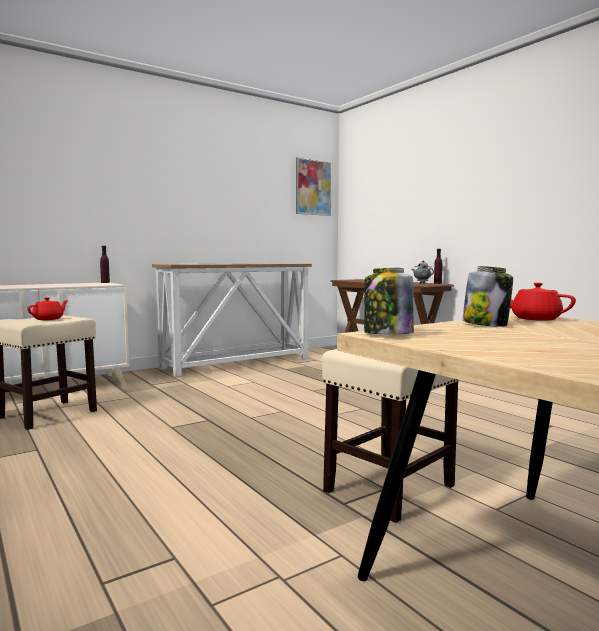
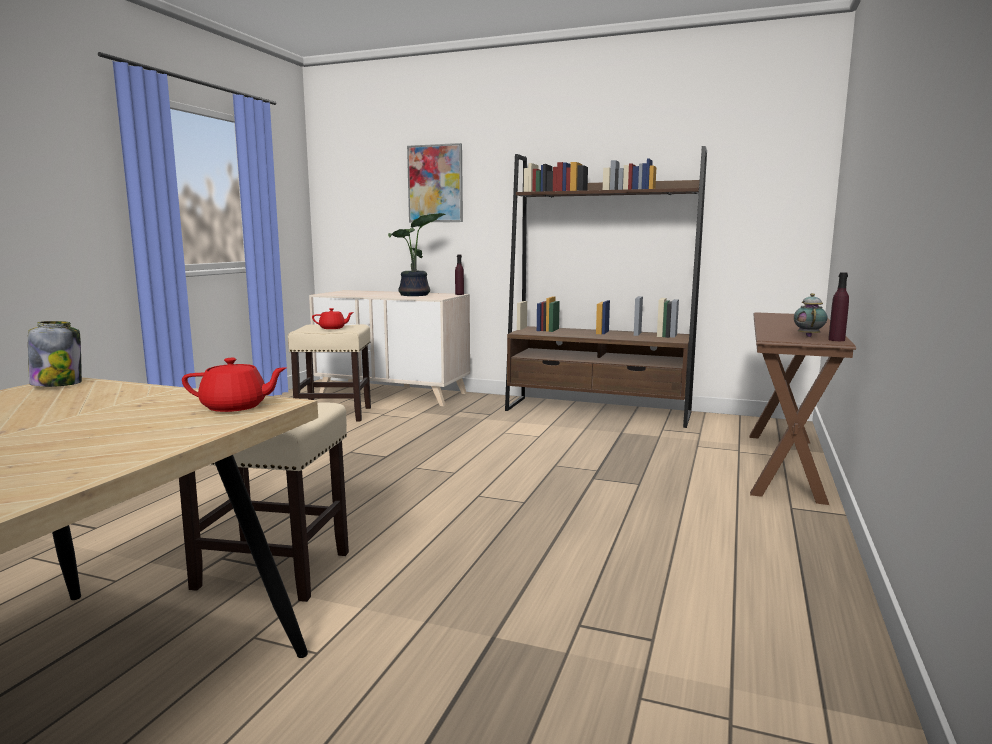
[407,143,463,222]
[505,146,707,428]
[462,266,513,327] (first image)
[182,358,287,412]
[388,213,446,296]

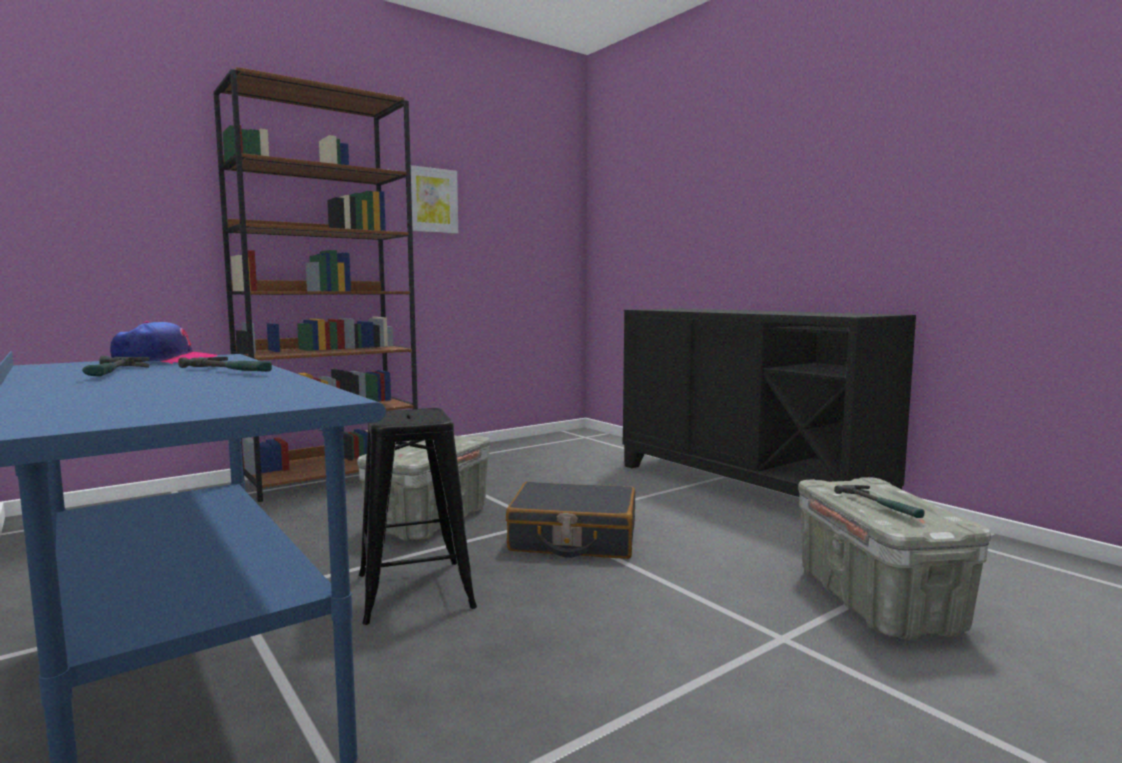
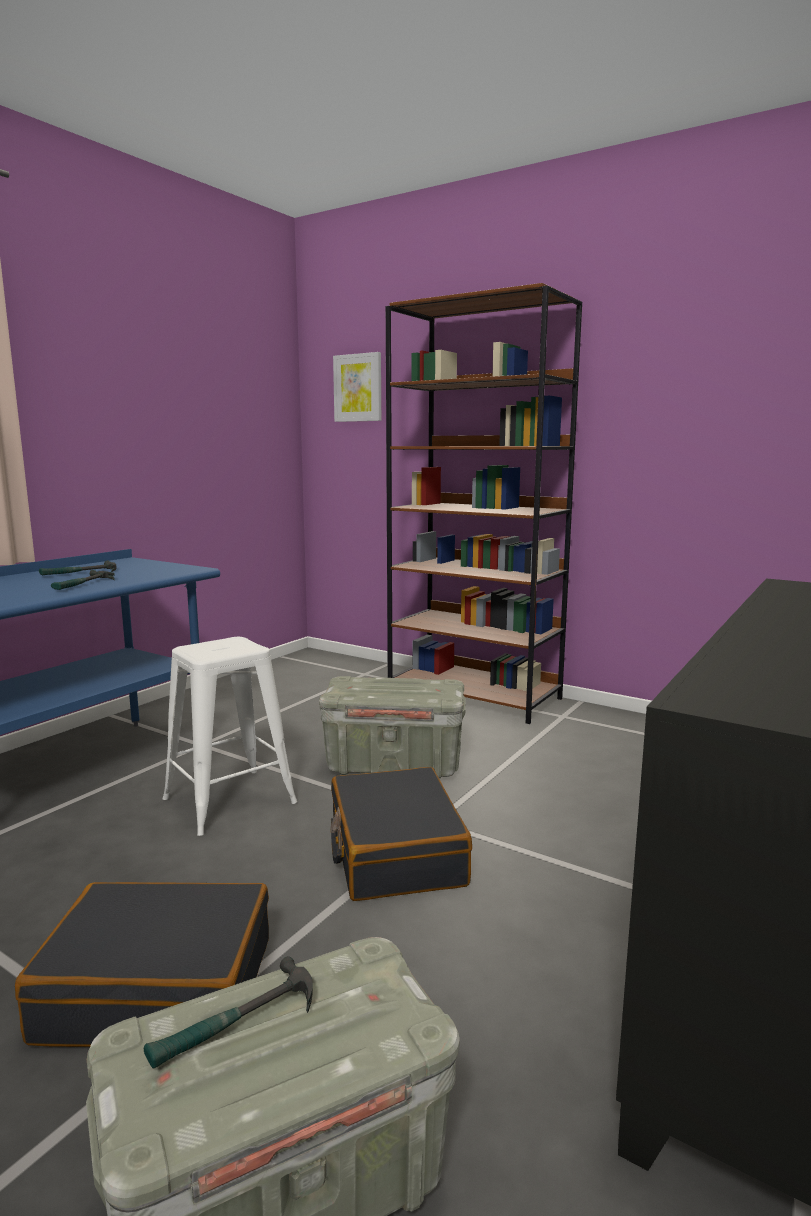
[333,352,381,422]
[110,321,217,364] (first image)
[163,637,297,836]
[15,882,269,1047]

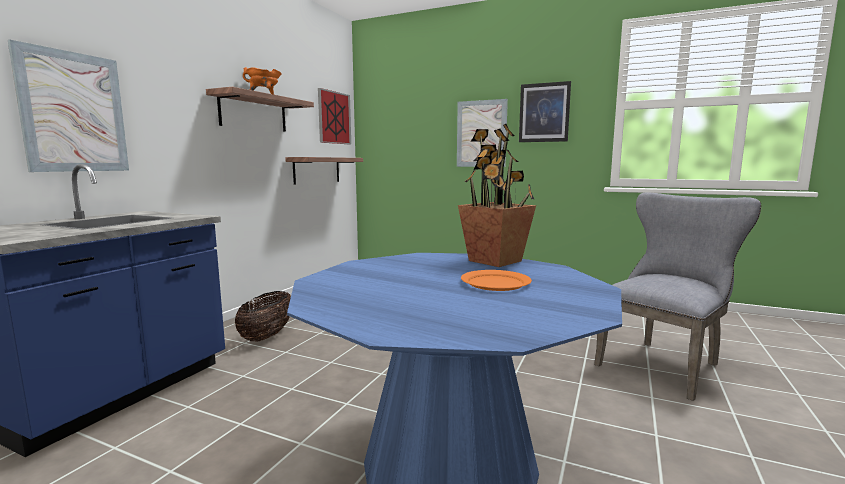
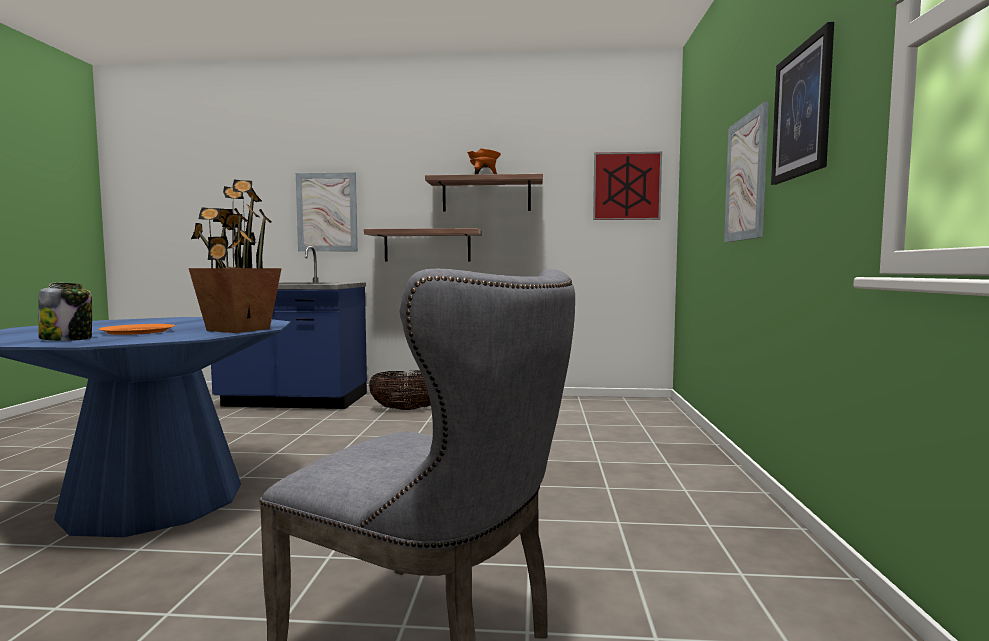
[364,228,482,262]
[38,283,92,341]

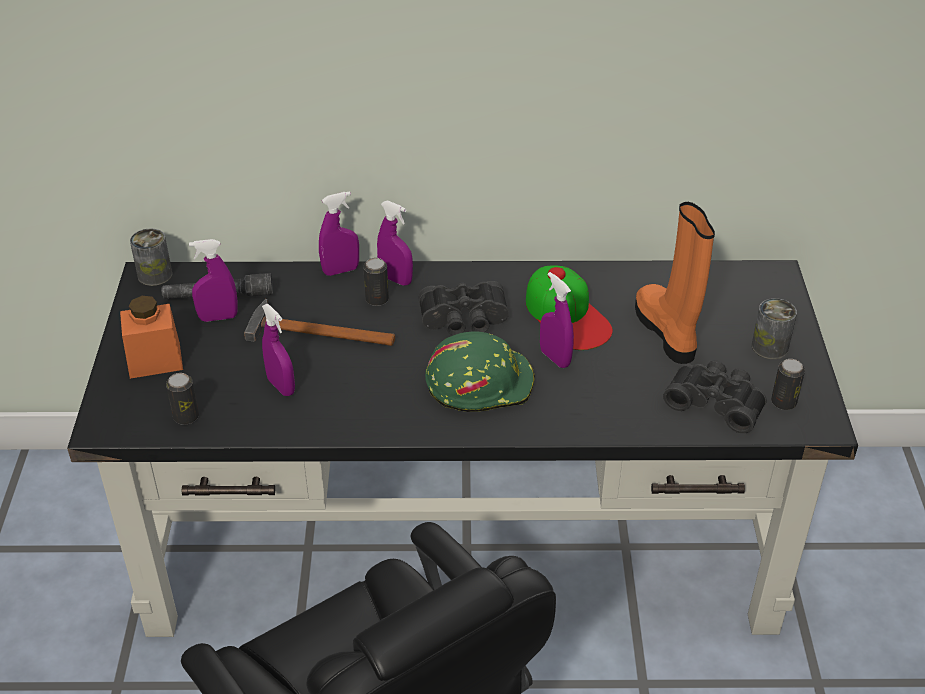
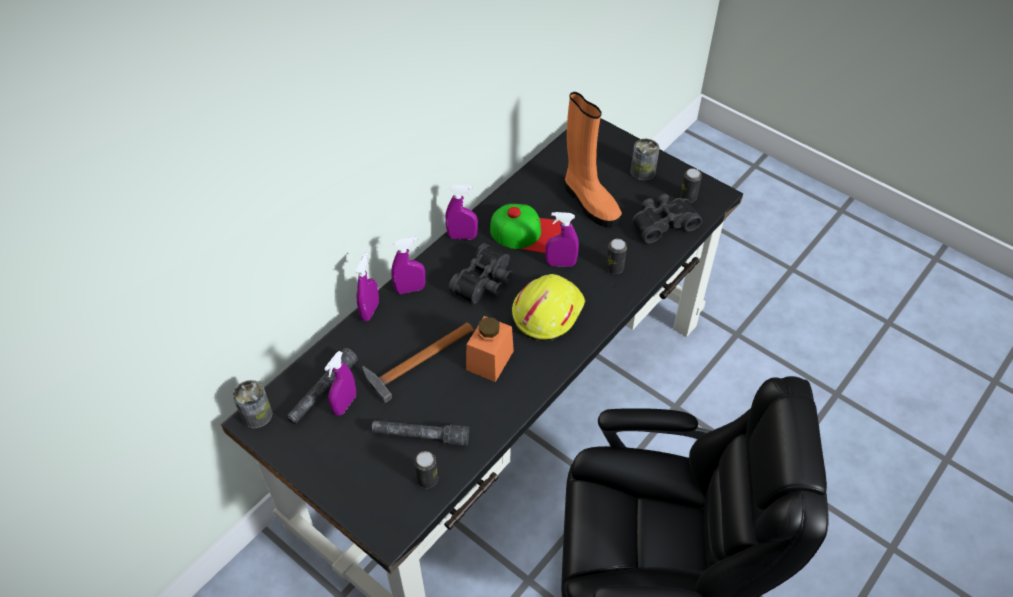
[565,92,622,228]
[606,239,627,274]
[466,316,514,382]
[445,185,478,239]
[512,274,585,341]
[371,420,469,446]

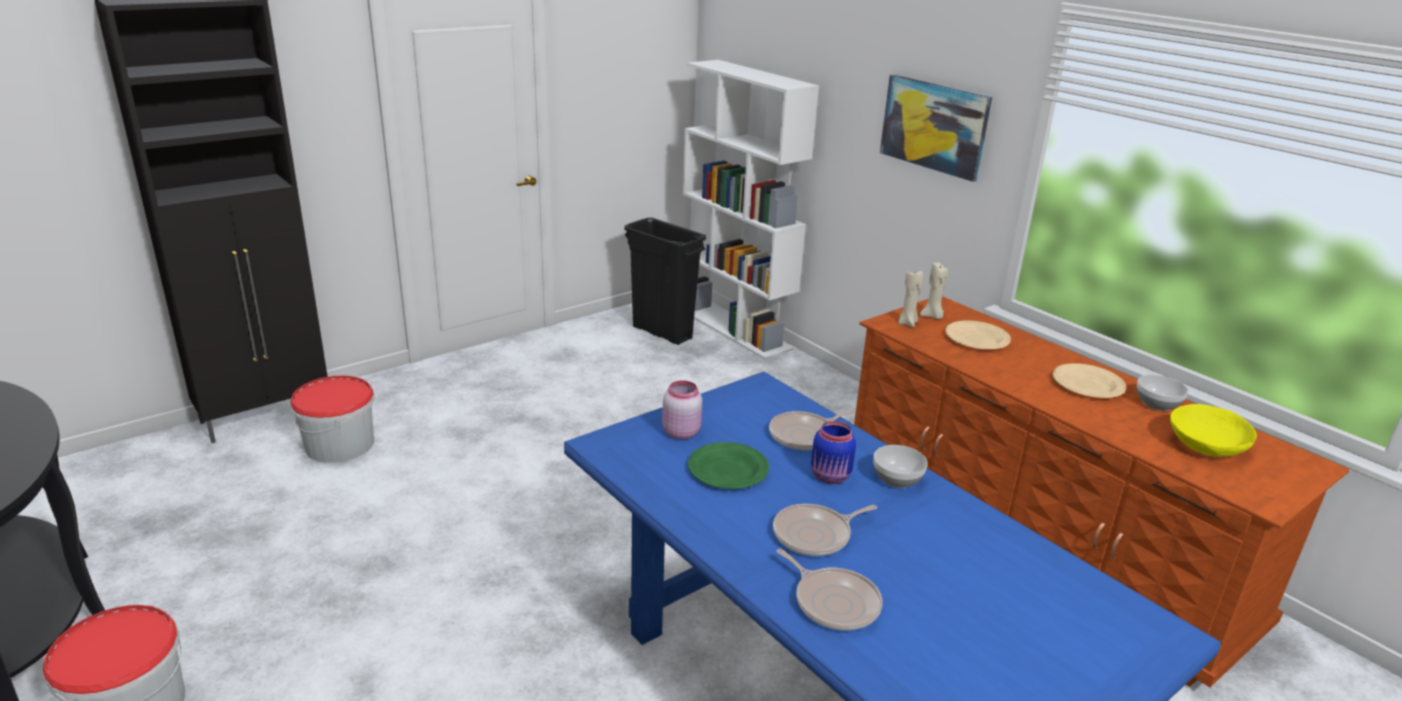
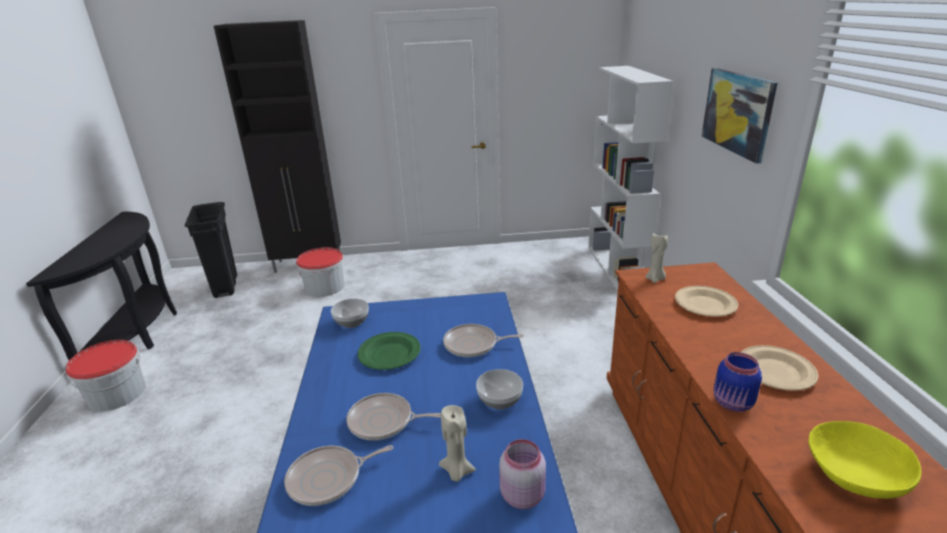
[185,202,237,298]
[439,405,476,482]
[331,298,369,328]
[499,439,546,509]
[714,352,762,412]
[284,445,393,506]

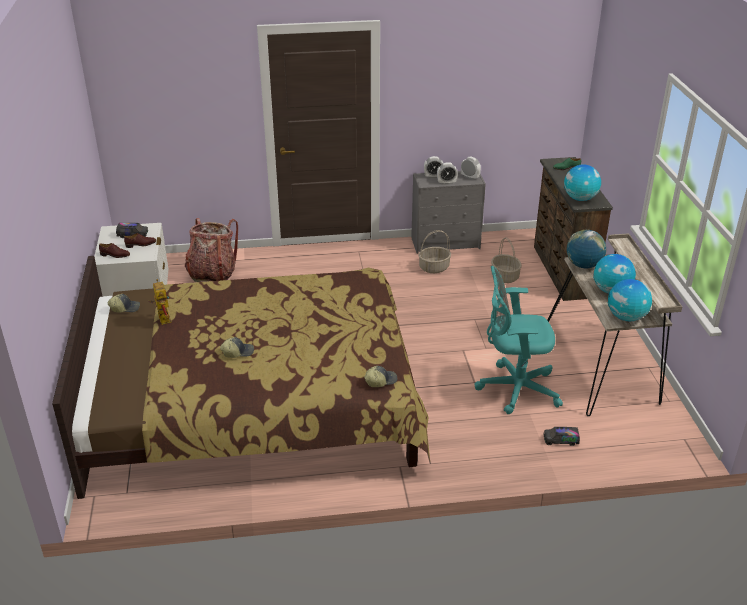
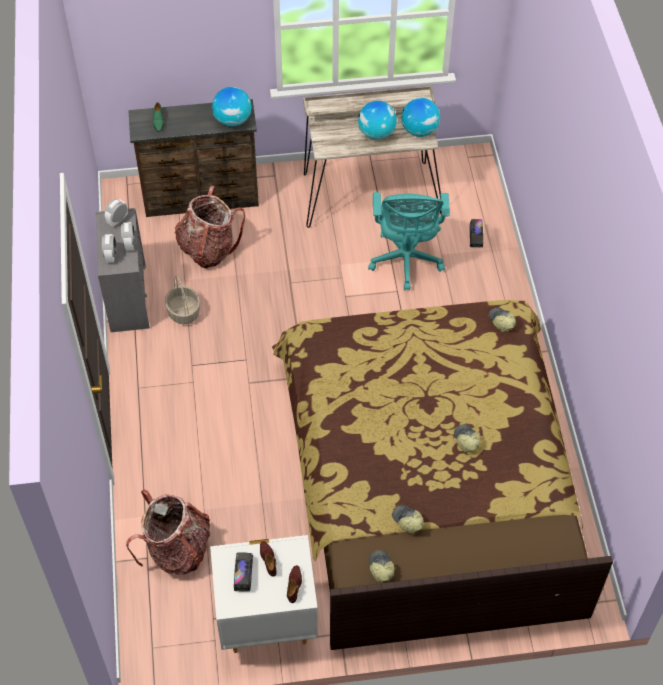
[567,230,606,268] (first image)
[175,186,245,269]
[392,505,423,534]

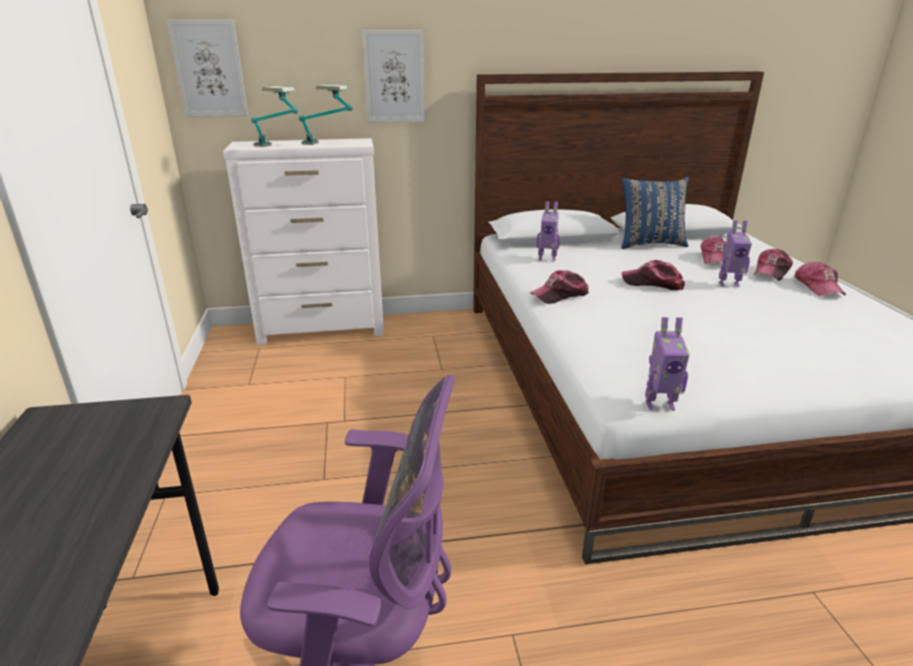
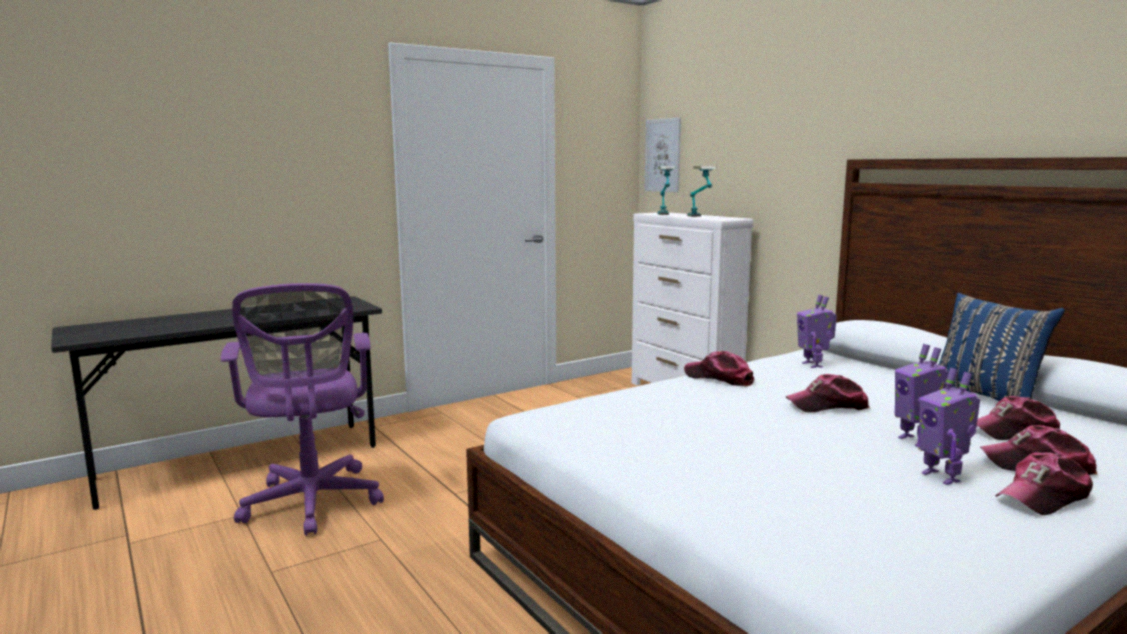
[362,30,425,123] (first image)
[786,374,870,412]
[917,368,980,485]

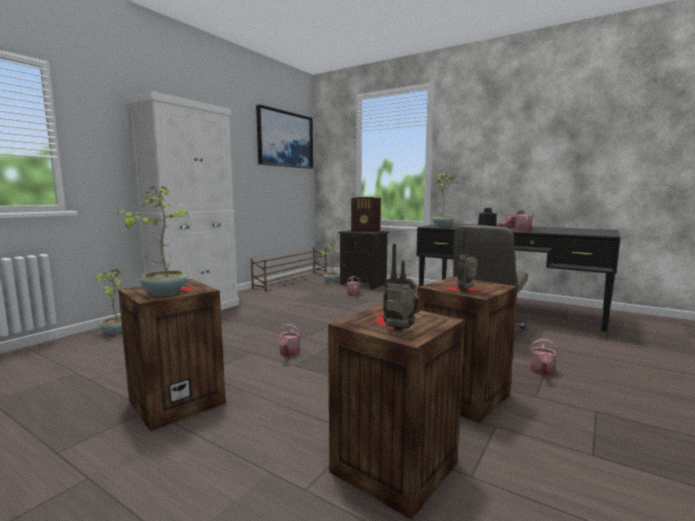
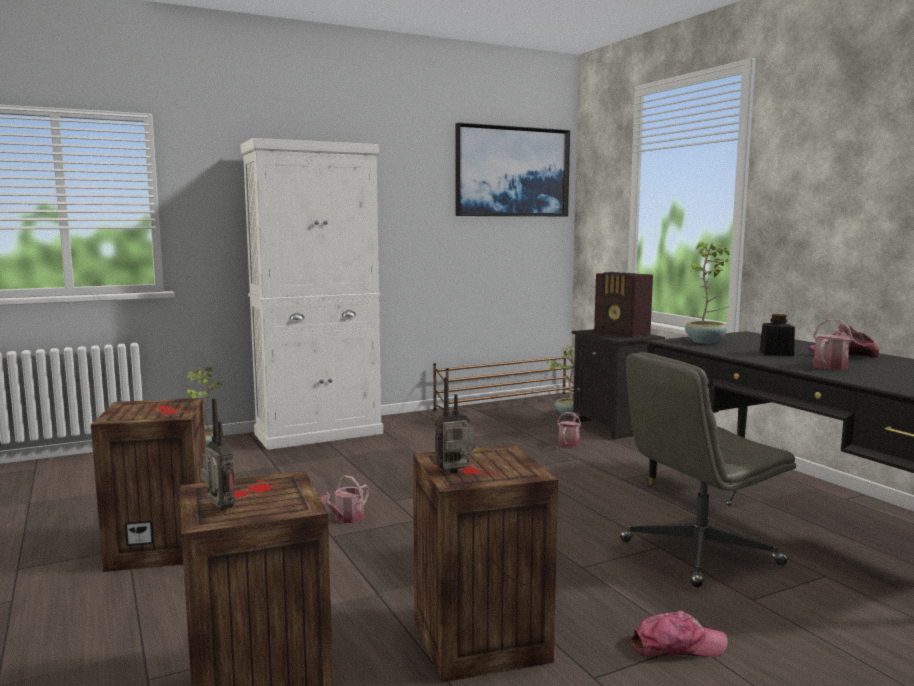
[117,186,188,296] (first image)
[631,611,728,657]

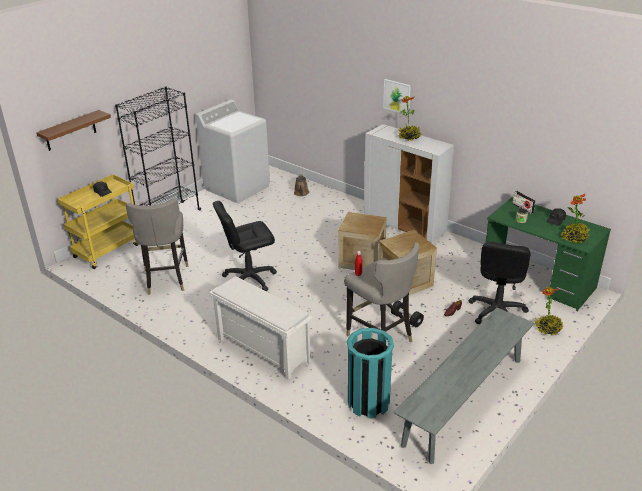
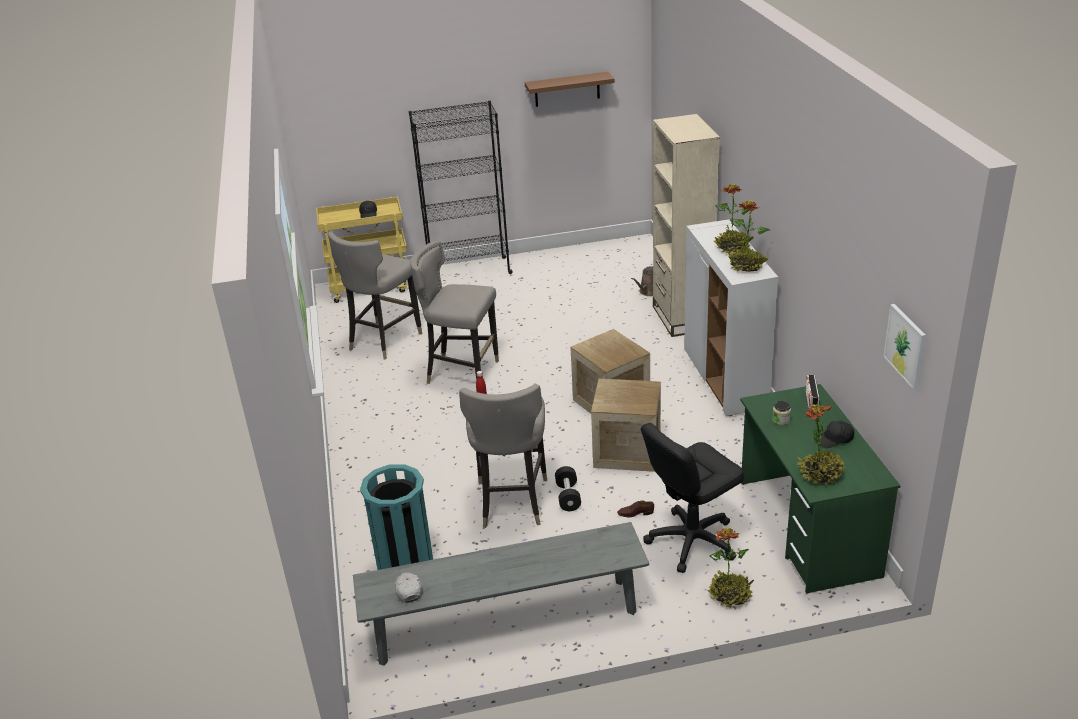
[883,304,926,390]
[196,100,270,203] (first image)
[525,72,615,107]
[410,241,499,384]
[209,276,313,380] (first image)
[653,114,720,337]
[728,200,770,272]
[395,573,423,603]

